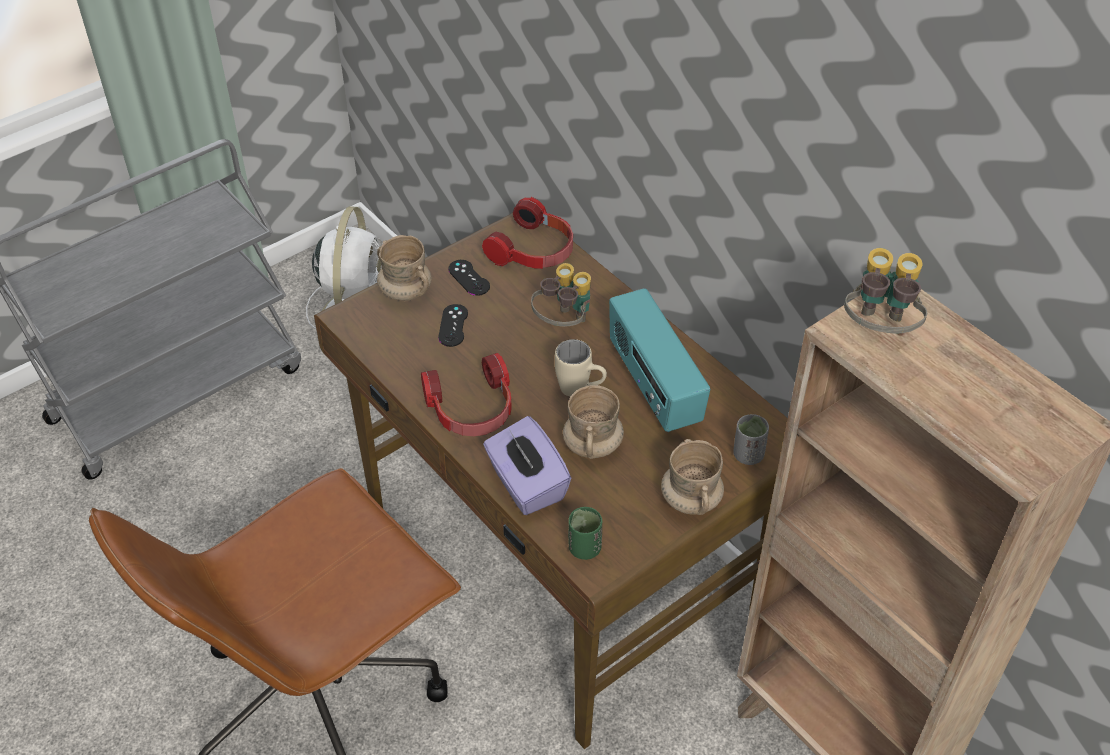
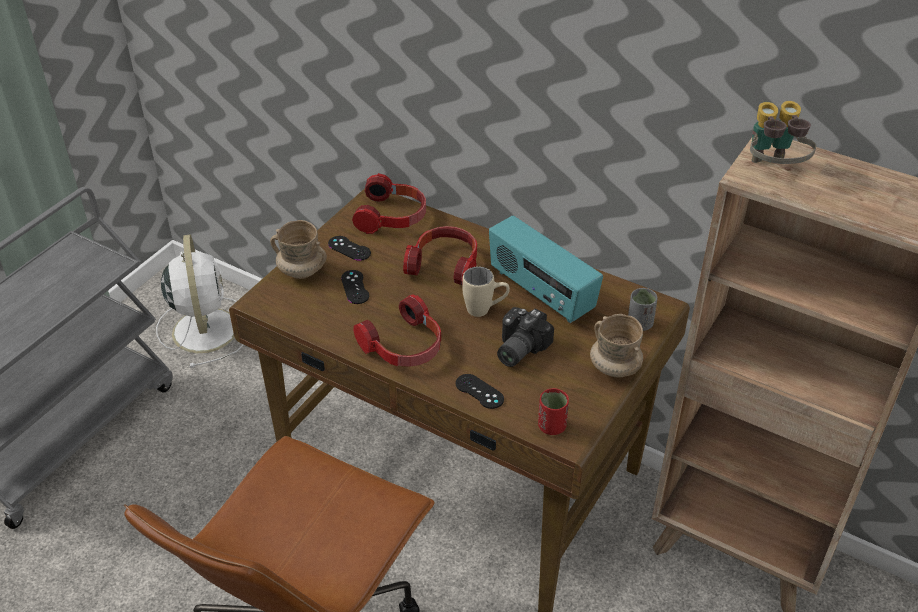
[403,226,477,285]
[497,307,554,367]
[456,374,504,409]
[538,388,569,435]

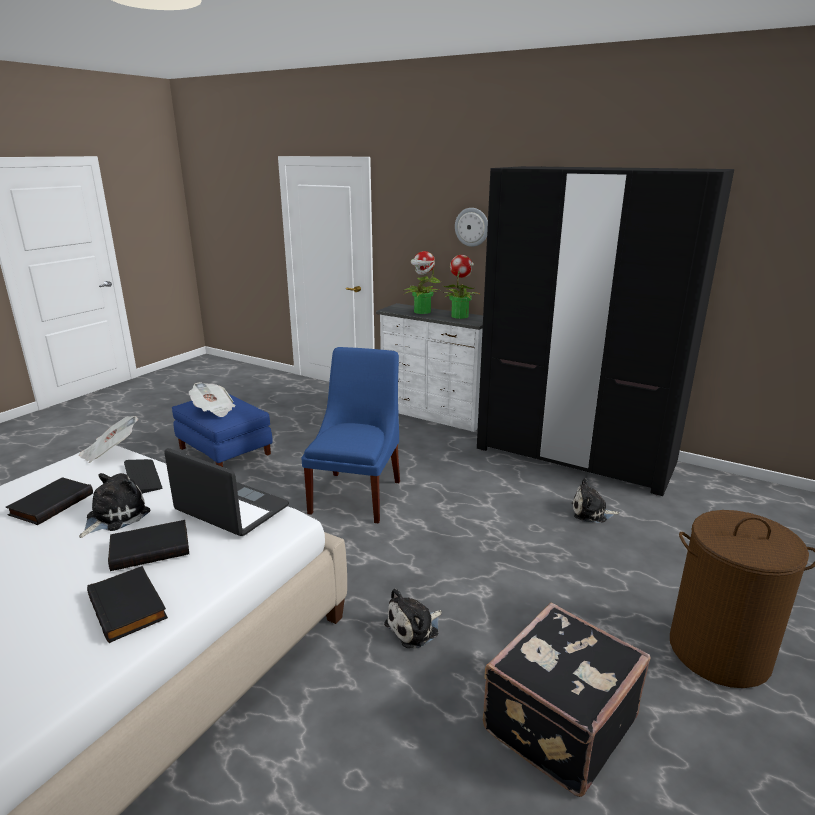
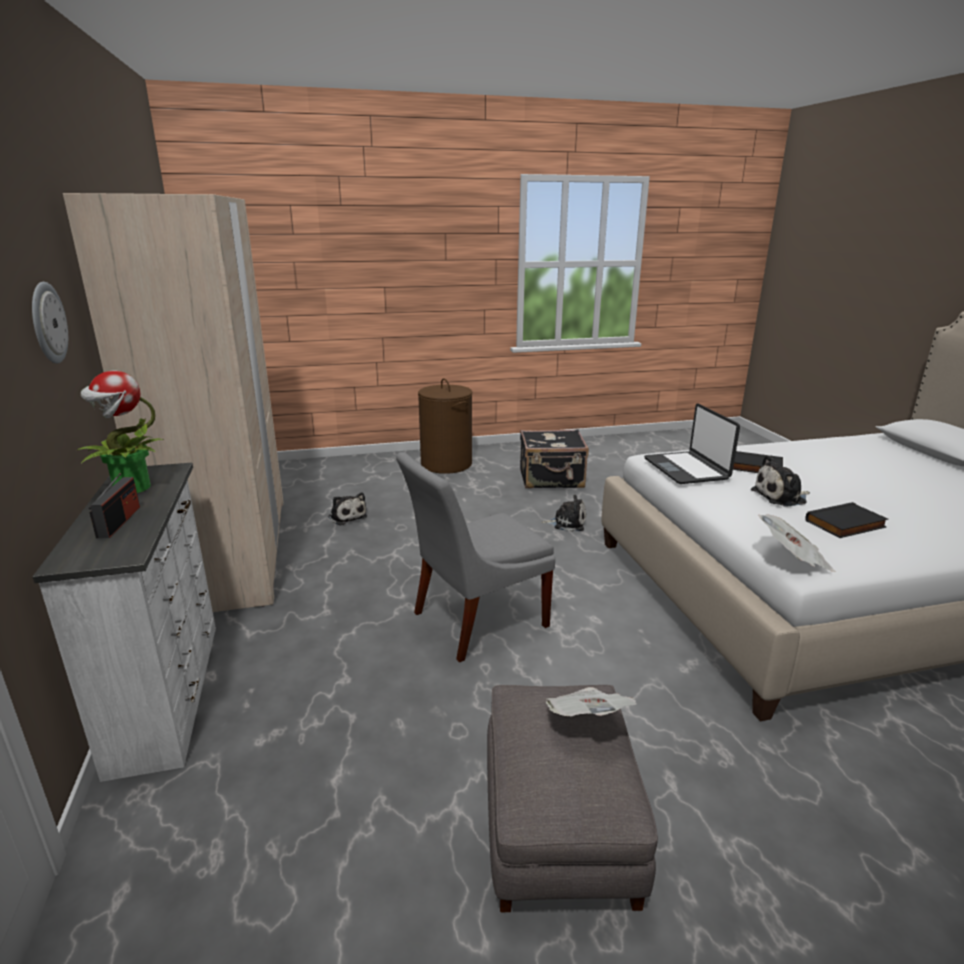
[63,193,283,612]
[89,473,140,538]
[396,452,555,662]
[487,685,658,912]
[124,459,162,494] (first image)
[87,566,168,643] (first image)

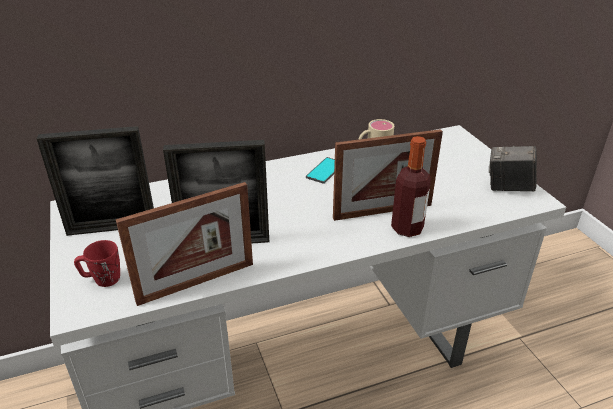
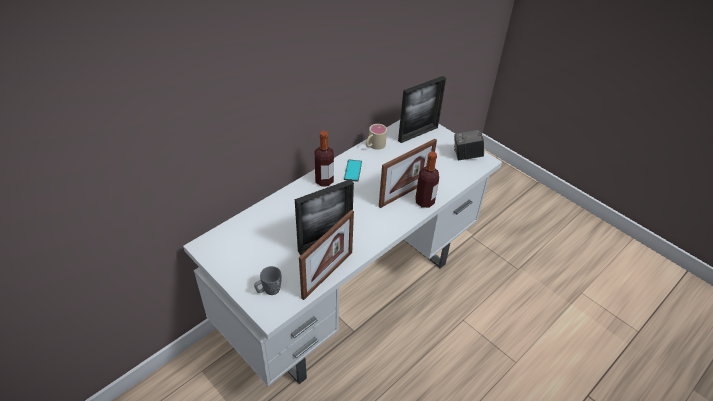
[398,76,446,143]
[254,266,281,295]
[315,131,334,187]

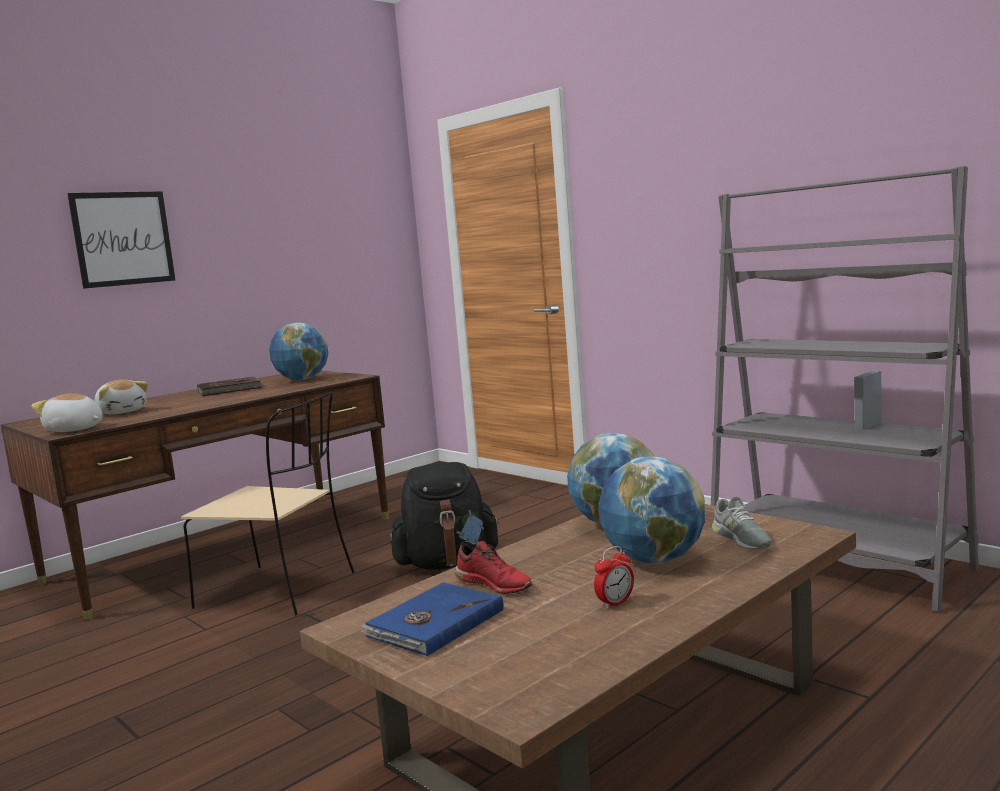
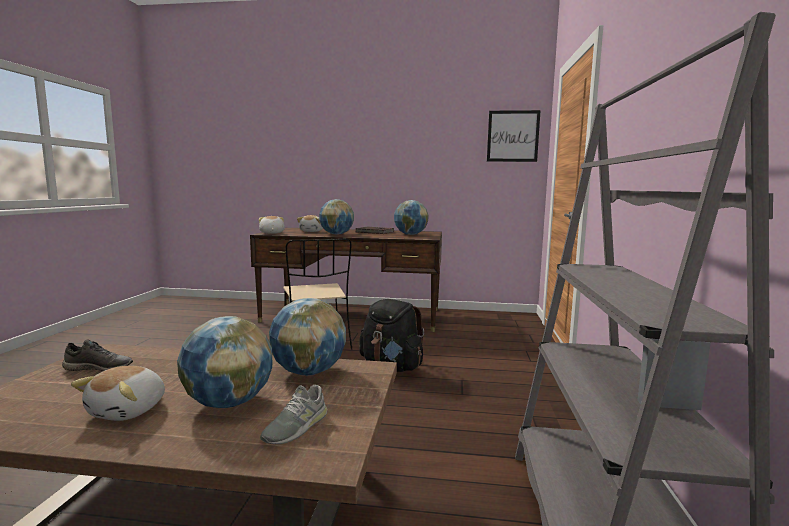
[487,110,541,162]
[455,541,533,594] (first image)
[71,366,165,421]
[62,340,133,371]
[319,199,354,235]

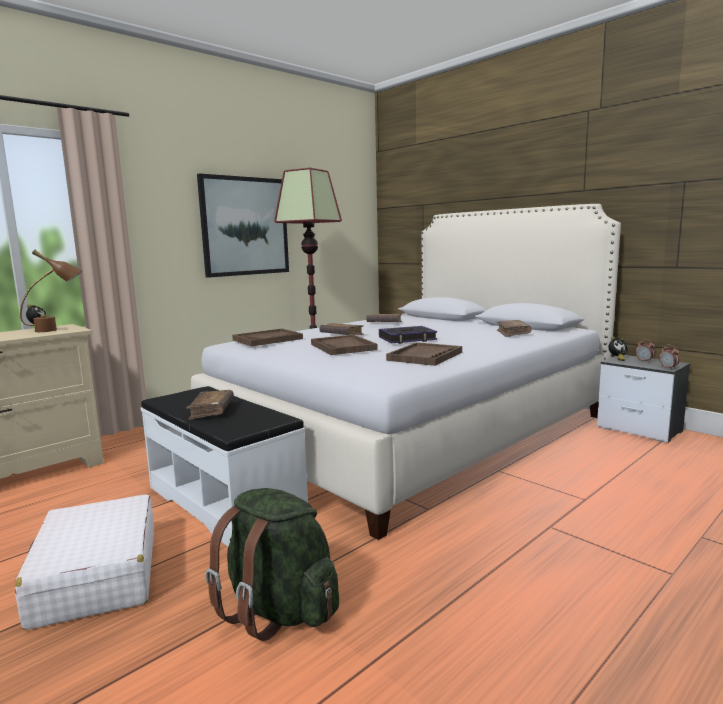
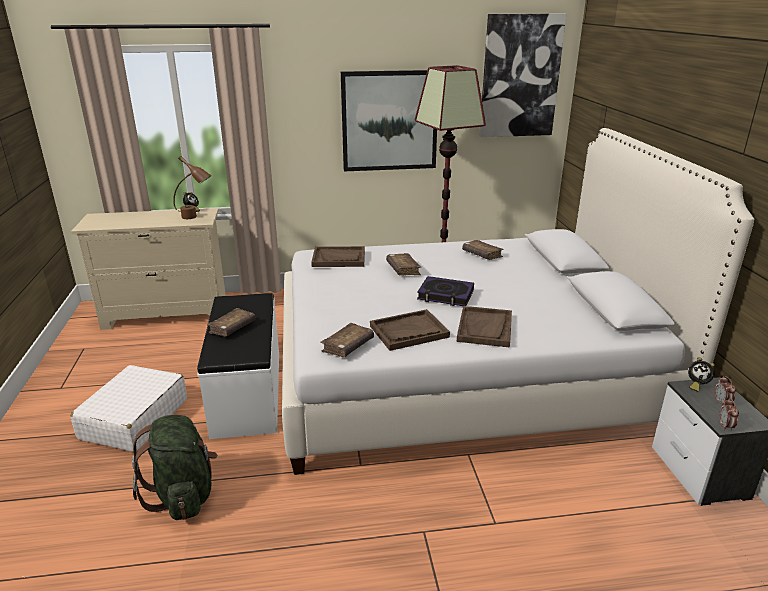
[320,323,374,357]
[457,306,512,348]
[480,14,566,137]

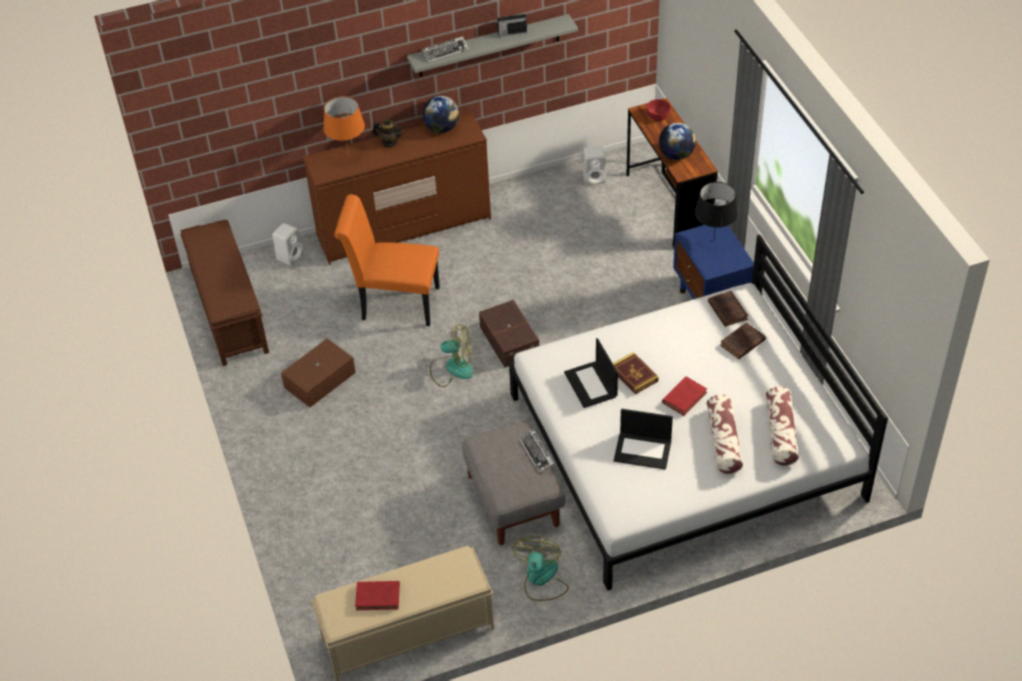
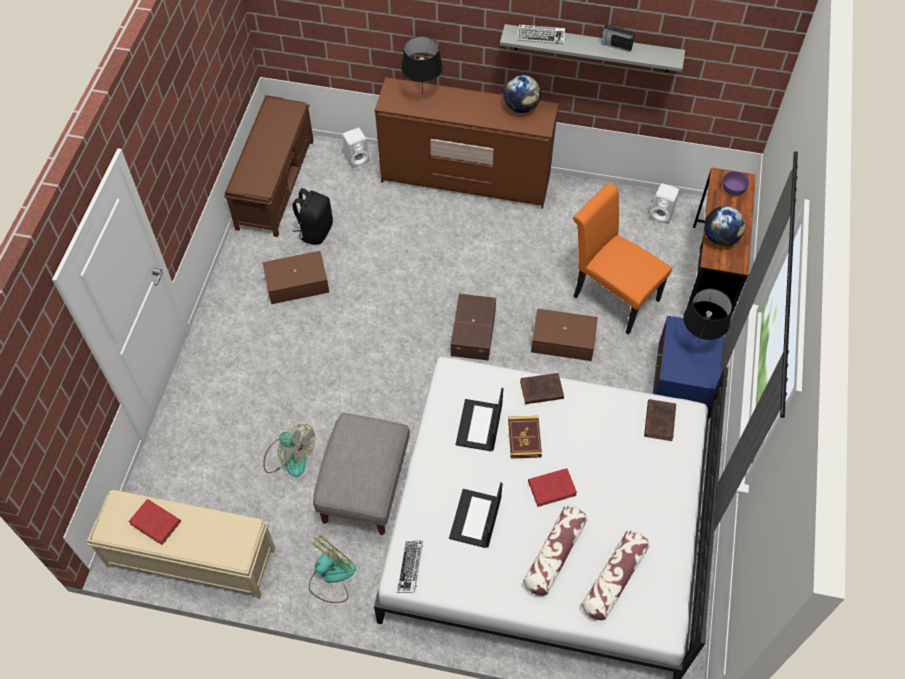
[401,36,443,93]
[723,171,749,196]
[372,119,404,147] (first image)
[573,183,672,335]
[520,373,564,404]
[264,424,315,477]
[449,482,503,548]
[397,541,423,593]
[292,188,333,244]
[531,308,598,361]

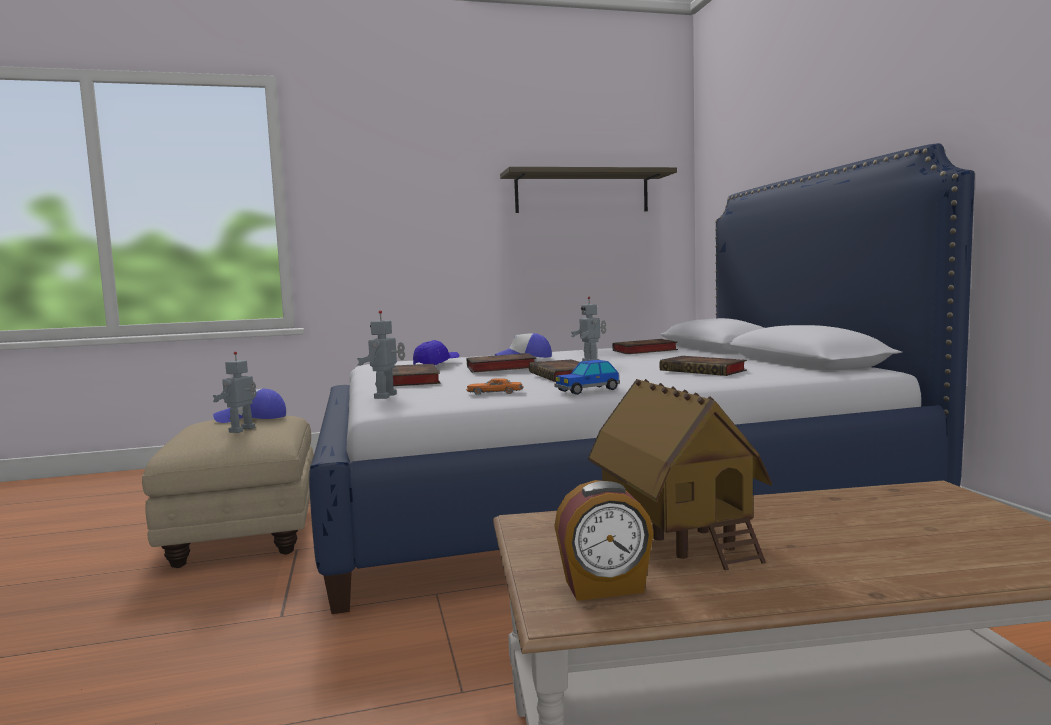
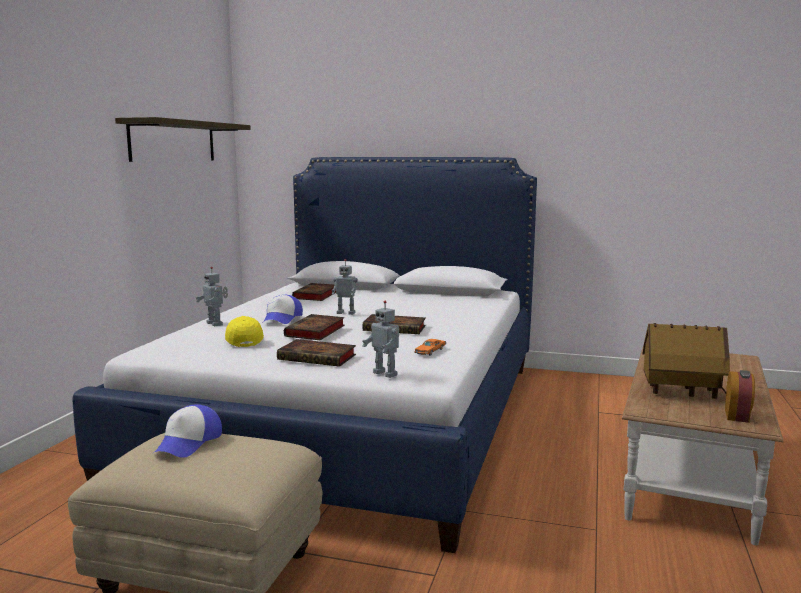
[225,316,264,347]
[195,267,228,326]
[659,356,747,376] (first image)
[554,360,620,395] (first image)

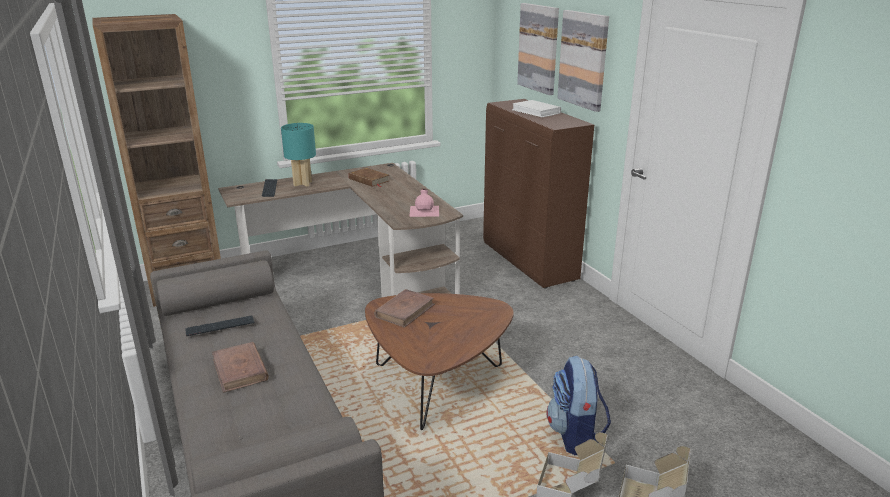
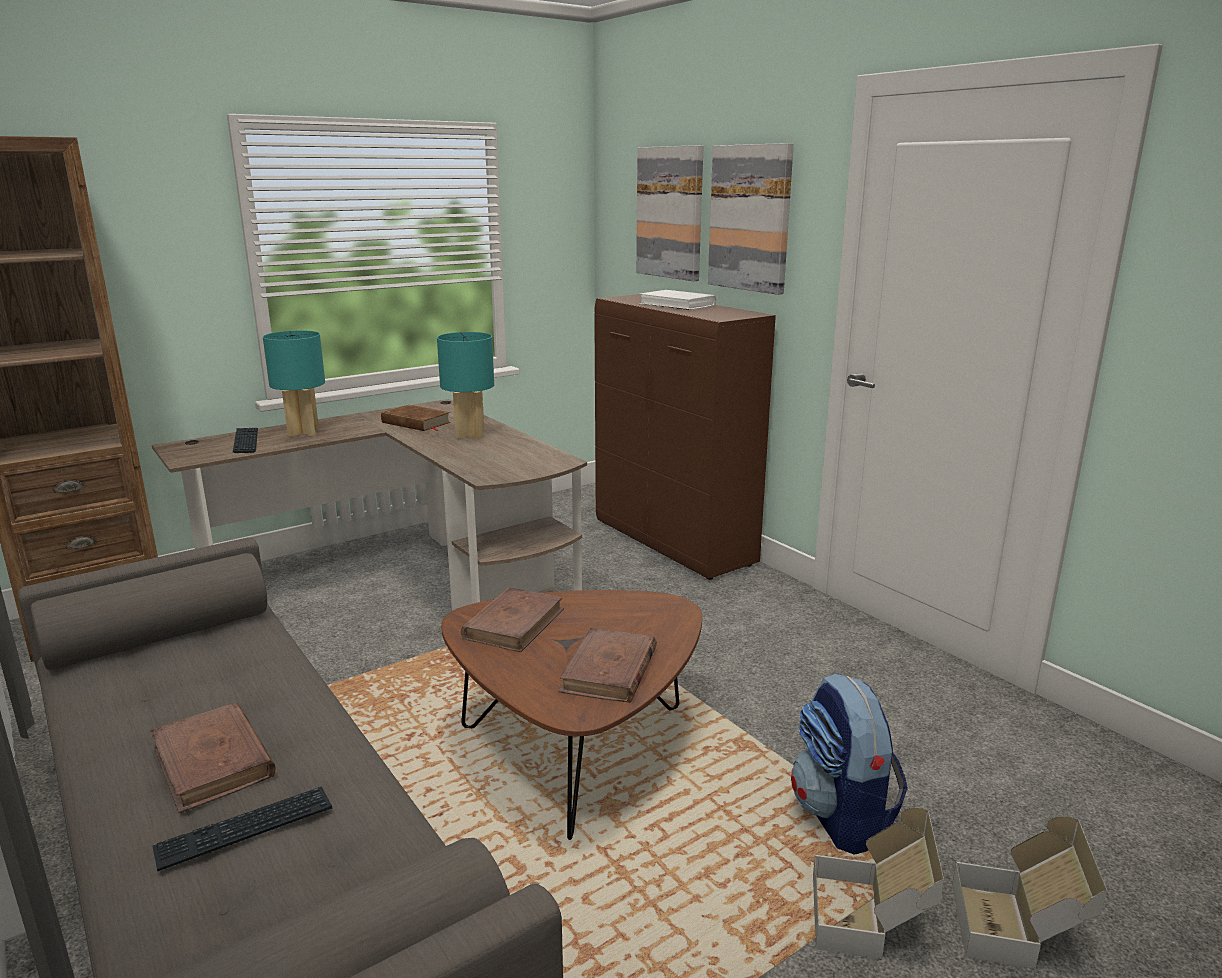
[409,189,439,217] (first image)
[153,786,332,872]
[437,332,494,439]
[559,628,657,703]

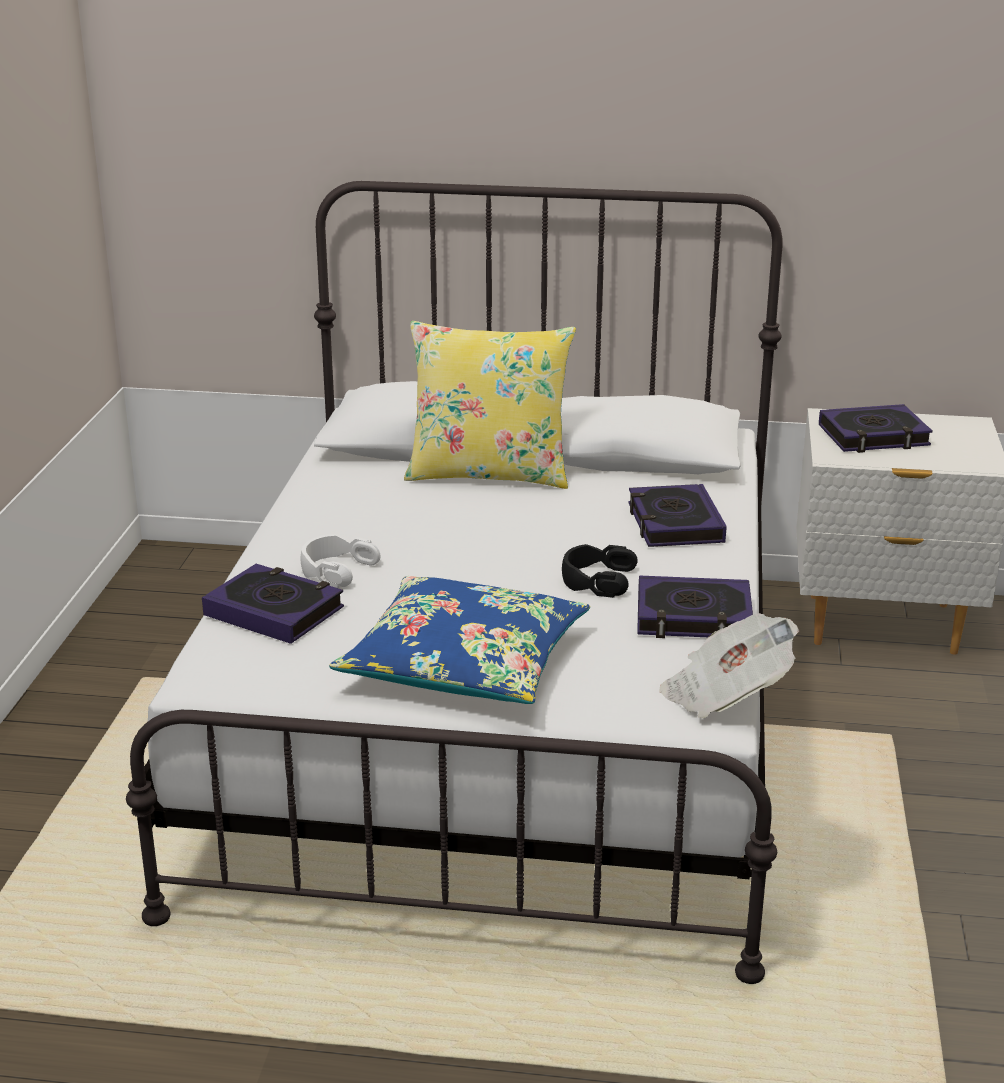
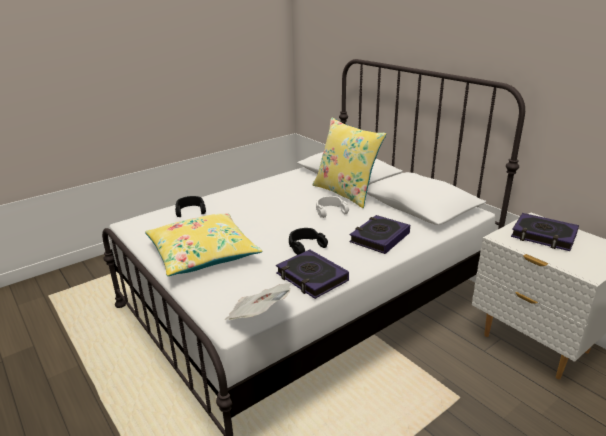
[316,196,349,218]
[175,196,206,217]
[145,213,262,276]

